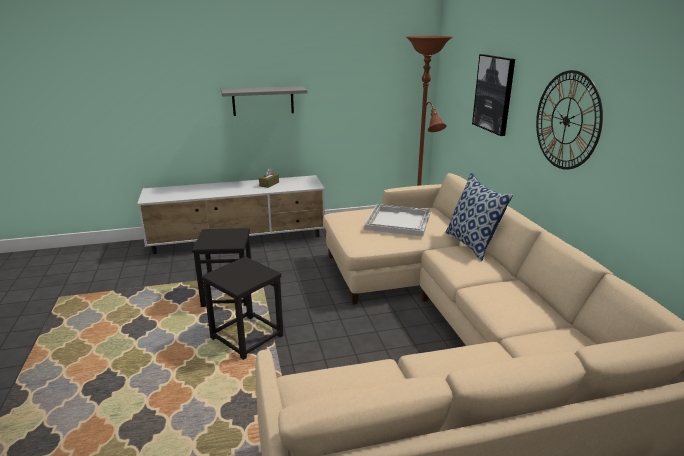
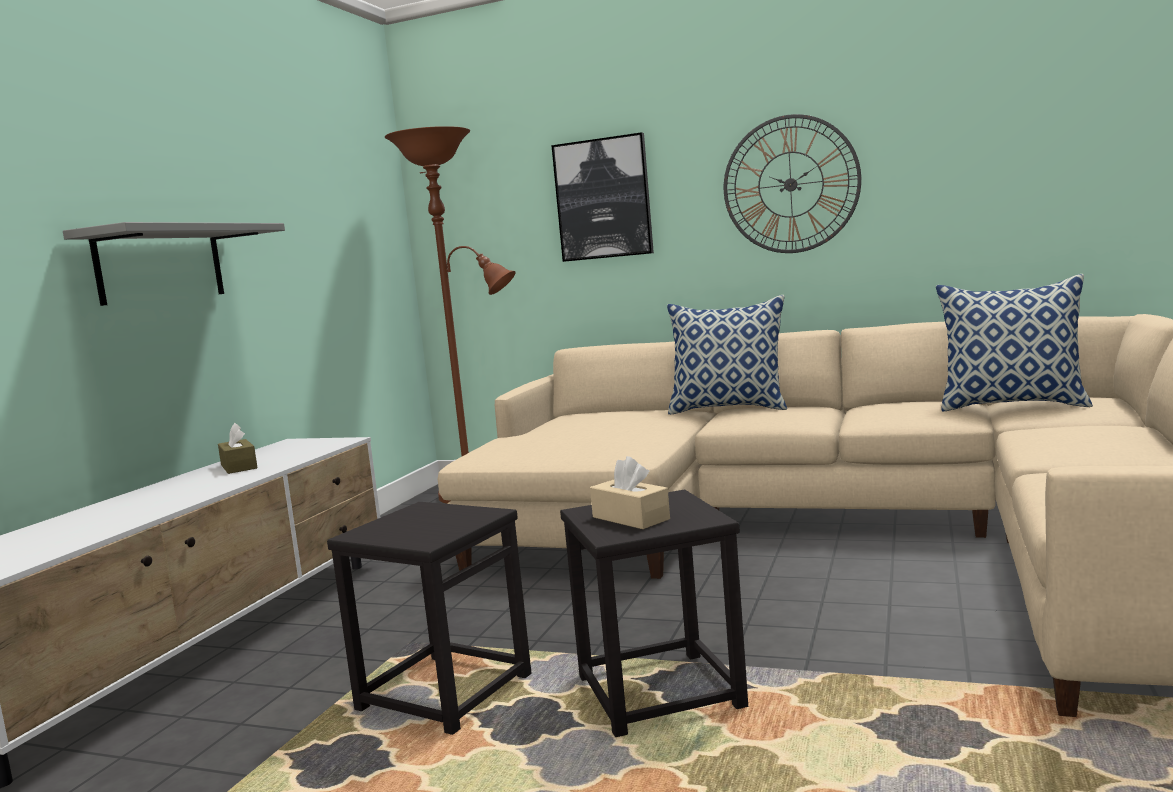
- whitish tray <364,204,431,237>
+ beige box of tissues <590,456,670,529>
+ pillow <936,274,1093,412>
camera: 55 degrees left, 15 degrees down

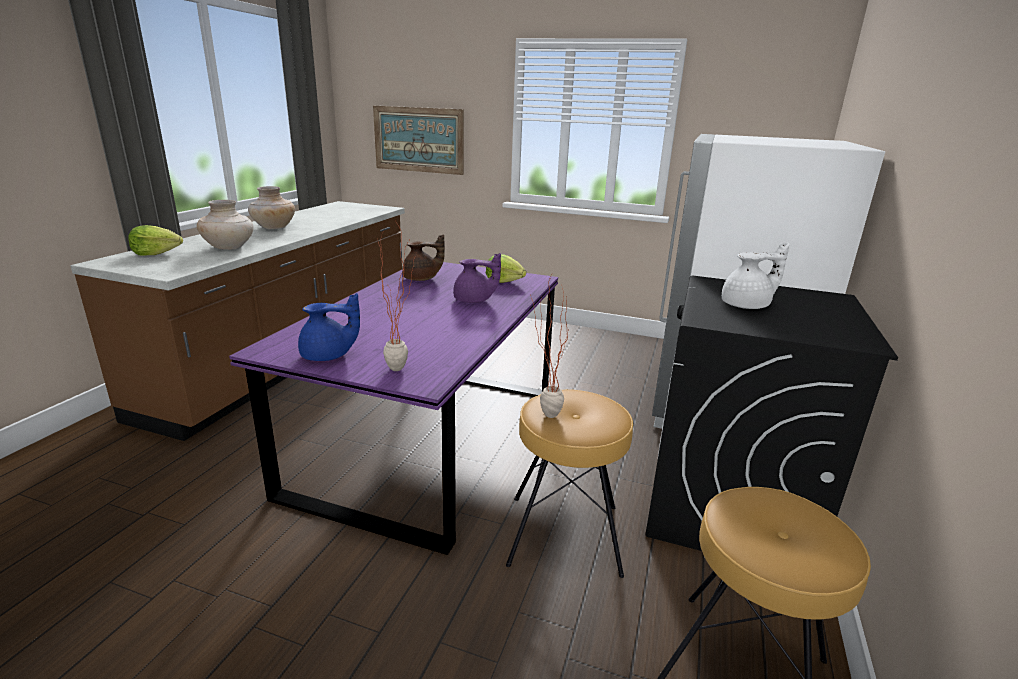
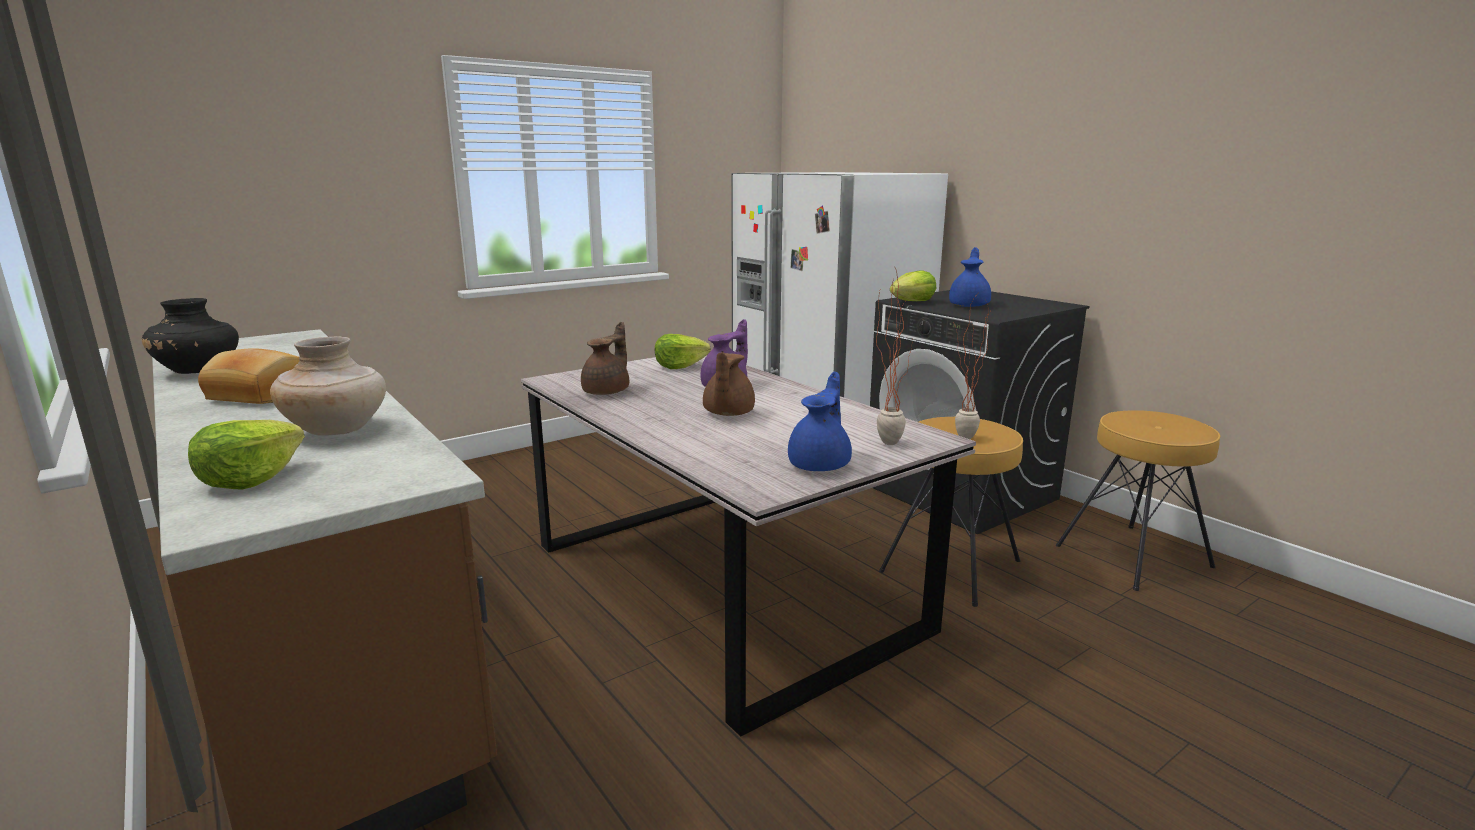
~ purple-coloured dining table <229,262,558,555> to gray dining table <521,355,976,737>
~ beige decorative vase <248,186,295,229> to baked bread <198,349,299,404>
- picture <373,106,464,175>
~ whitish pot for tea <722,242,789,309> to blue-coloured pot for tea <949,247,991,307>
+ black decorative vase <142,298,239,374>
+ brown-coloured pot for tea <703,352,755,416>
+ head of lettuce <890,271,936,301>
camera: 55 degrees left, 5 degrees down

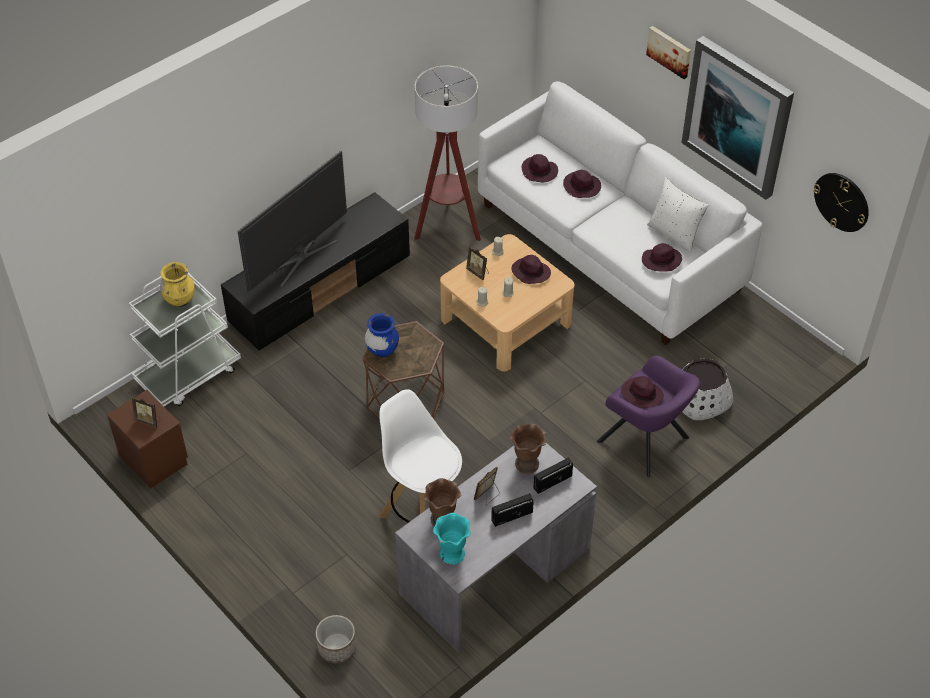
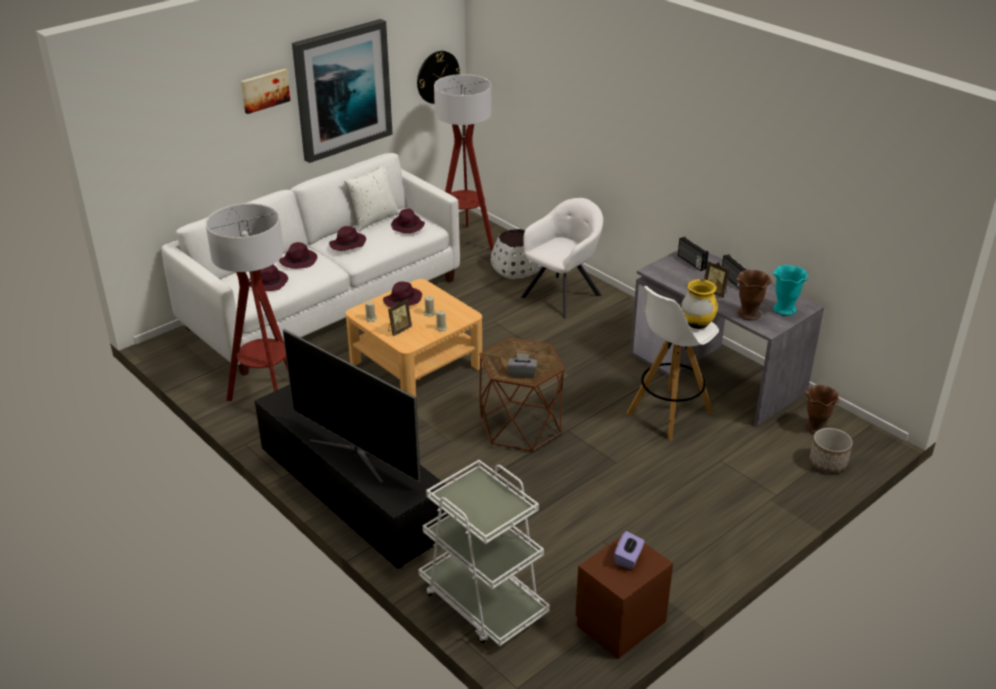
~ picture frame <132,397,160,428> to purple-coloured box of tissues <614,531,645,569>
~ yellowish decorative vase <160,262,195,307> to <681,279,718,329>
~ blue-coloured decorative vase <365,313,399,358> to gray box of tissues <507,353,537,378>
~ brown-coloured decorative vase <510,423,546,474> to <805,385,839,434>
~ purple-coloured armchair <597,355,700,477> to whitish armchair <520,198,603,318>
~ purple-coloured wearable hat <621,376,664,408> to <329,226,366,251>
+ floor lamp <434,74,494,250>
camera: 90 degrees left, 15 degrees down

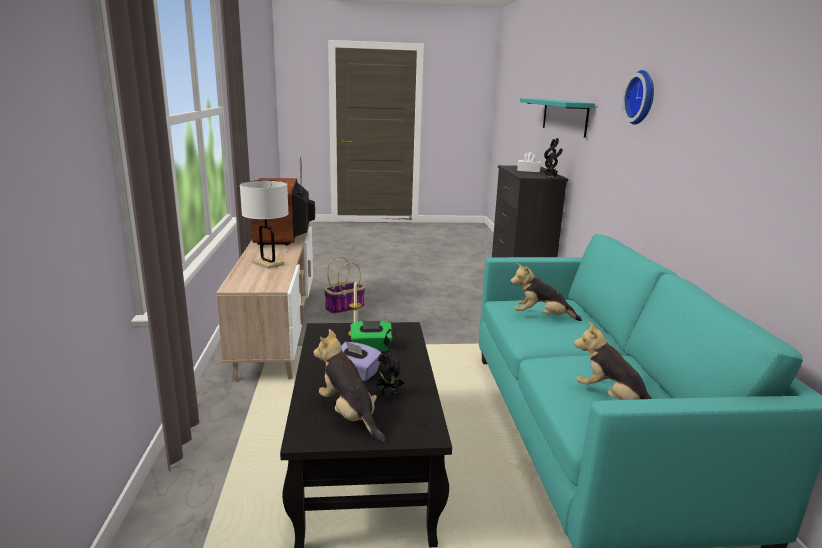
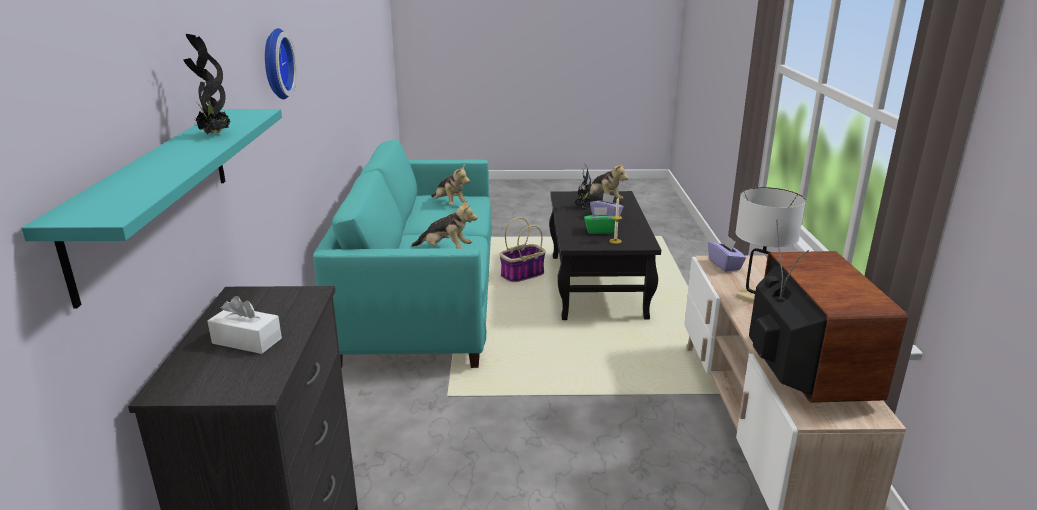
~ storage basket <324,257,365,315> to <499,217,546,282>
~ plant in a pot <544,138,563,177> to <183,34,230,135>
+ purple-coloured box of tissues <708,236,746,272>
camera: 175 degrees left, 5 degrees up

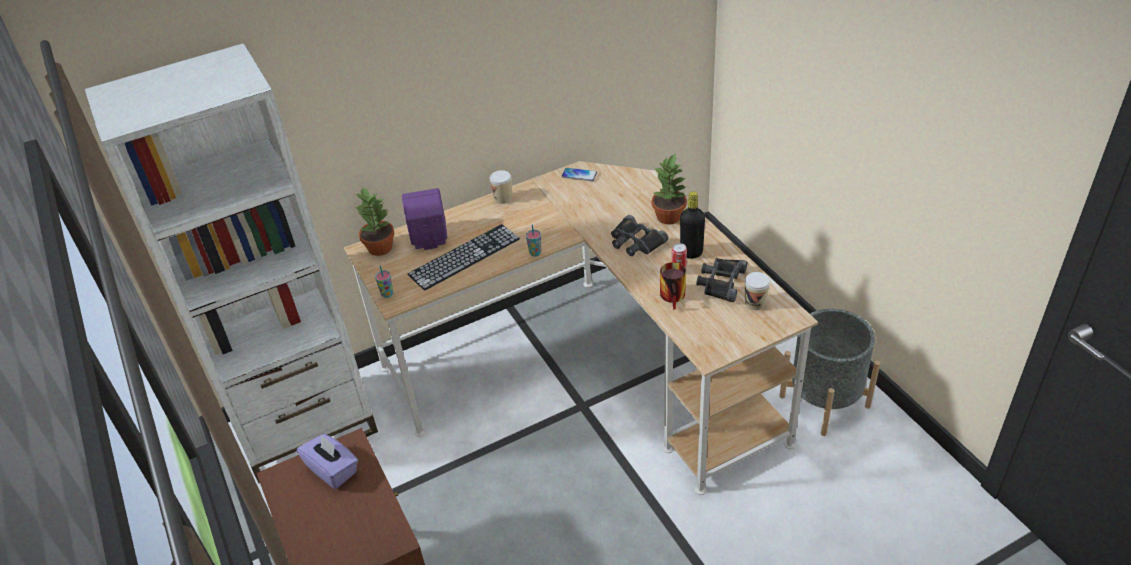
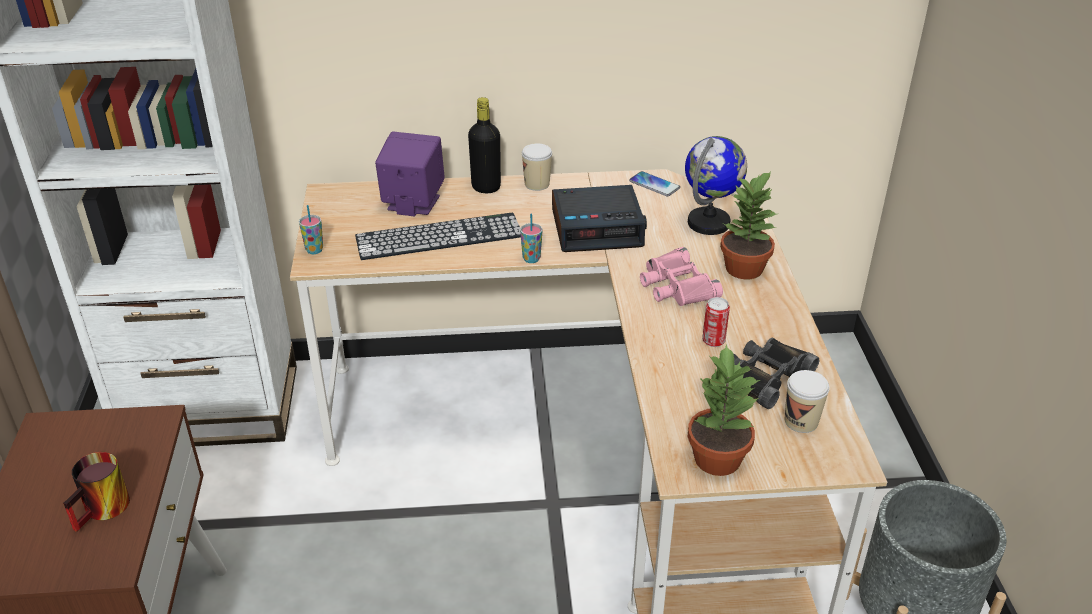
- purple-coloured box of tissues <297,434,358,489>
~ plant in a pot <355,186,394,256> to <688,344,760,476>
~ black pair of binoculars <611,215,668,256> to pink-coloured pair of binoculars <640,247,723,306>
~ coffee mug <660,262,686,310> to <63,452,130,532>
~ black beverage bottle <680,191,705,259> to <468,97,501,193>
+ table clock <552,185,647,252>
+ desk globe <685,136,747,235>
camera: 20 degrees right, 5 degrees down

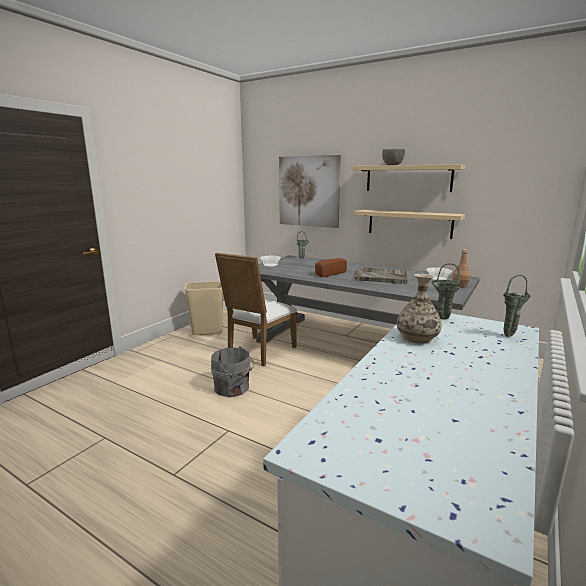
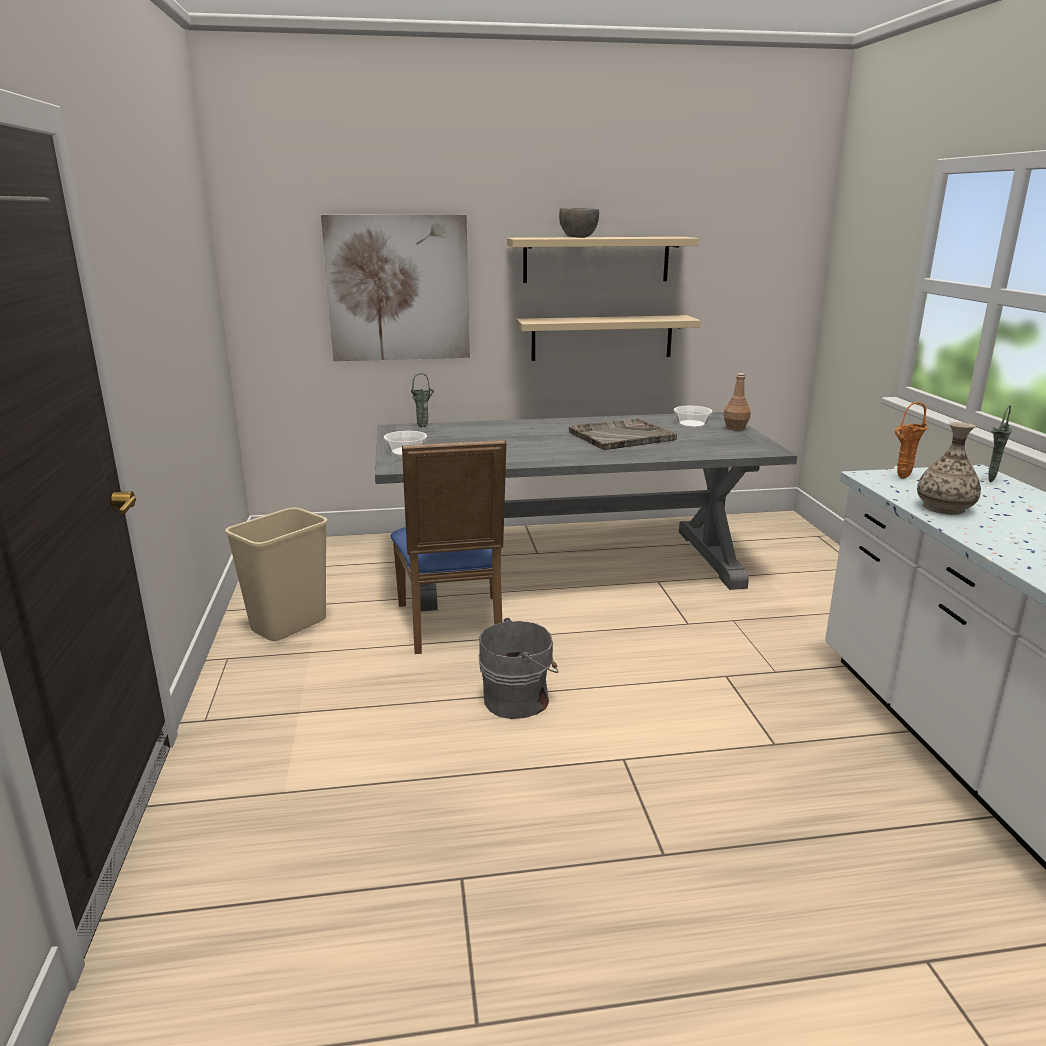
~ whitish upright chair <215,253,297,366> to blue-coloured upright chair <391,440,506,654>
- baked bread <315,258,347,277>
~ green-coloured decorative vase <432,263,460,320> to orangey decorative vase <895,402,928,479>
camera: 40 degrees left, 5 degrees up

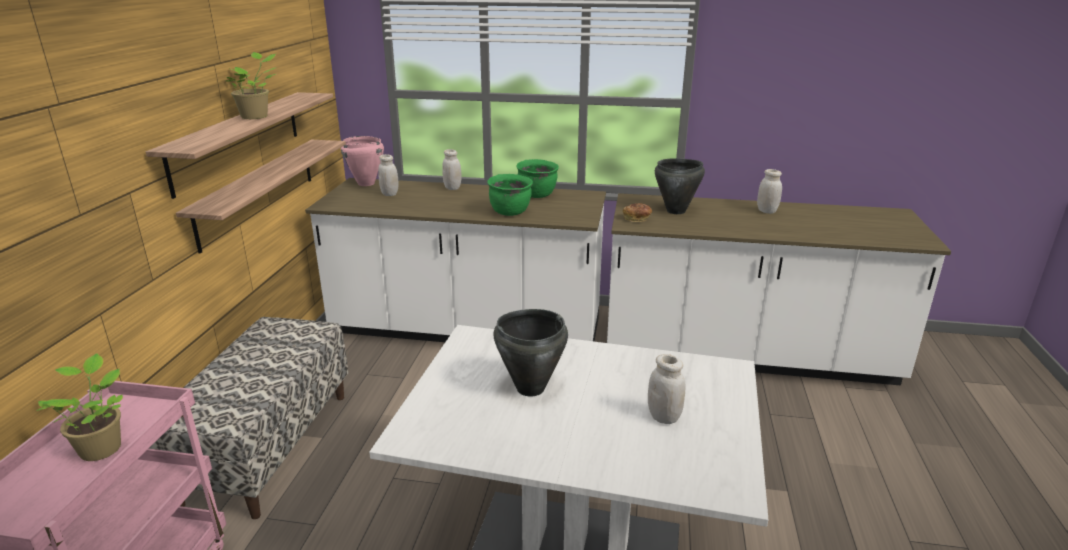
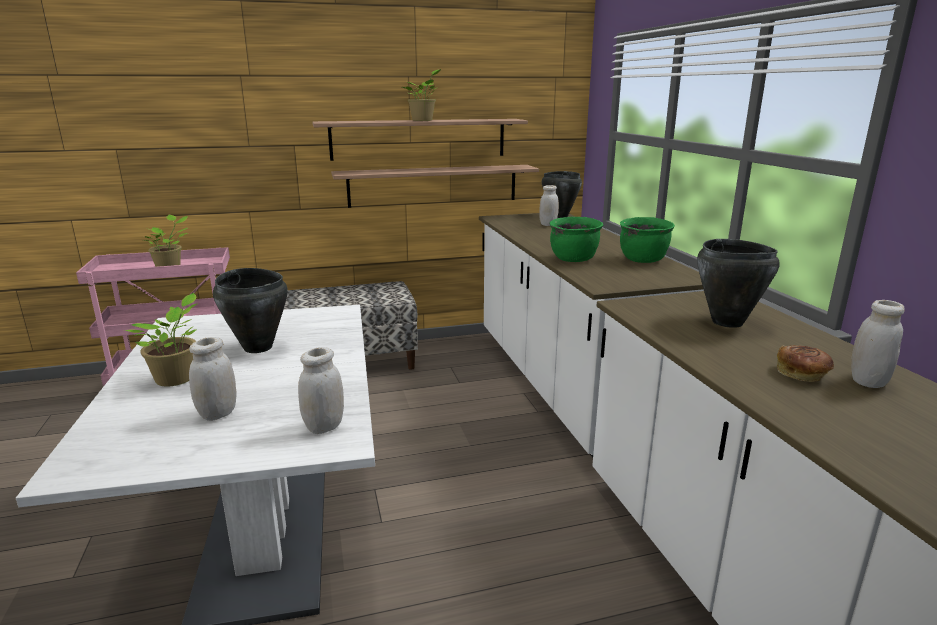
~ pink-coloured saucepot <341,136,384,186> to black saucepot <542,171,582,218>
~ whitish storage jar <442,149,461,190> to <298,347,344,434>
~ baked bread <623,203,652,222> to <777,345,834,382>
+ plant in a pot <124,293,198,386>
camera: 65 degrees right, 5 degrees down

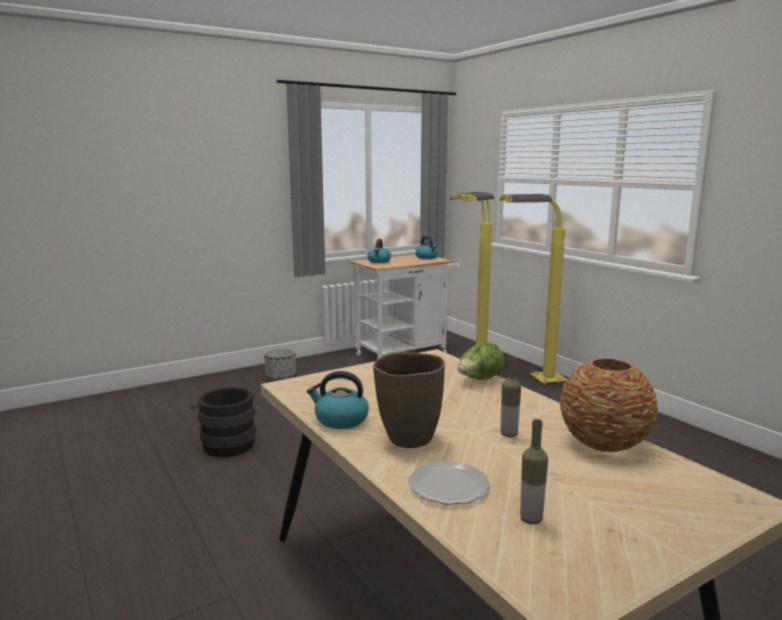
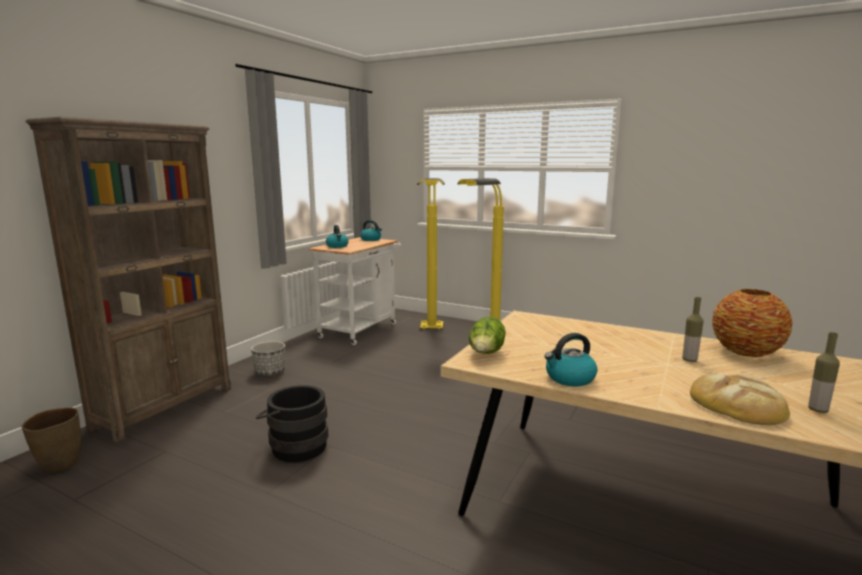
~ brown-coloured decorative vase <373,352,445,448> to <21,408,81,473>
~ flat dish <408,461,490,505> to baked bread <690,374,790,425>
~ head of lettuce <457,342,504,380> to <469,317,506,354>
+ brown-coloured bookshelf <26,117,231,443>
camera: 30 degrees left, 0 degrees up

